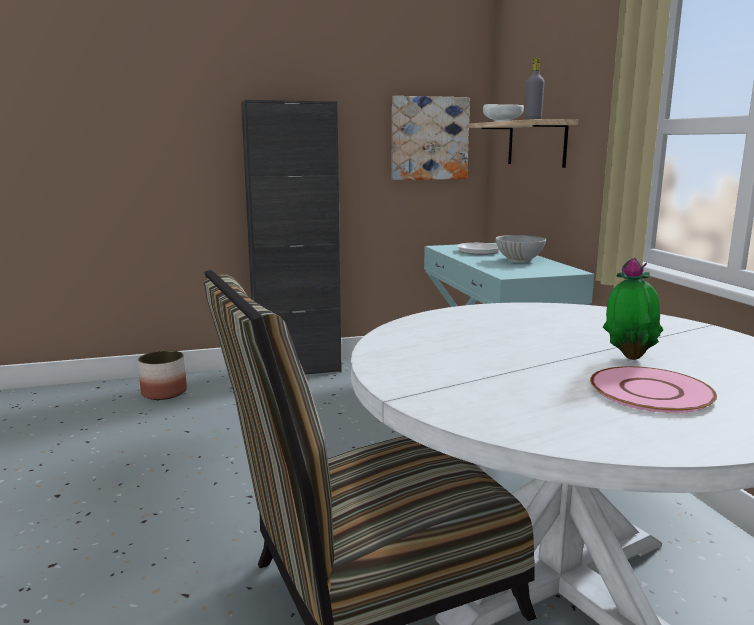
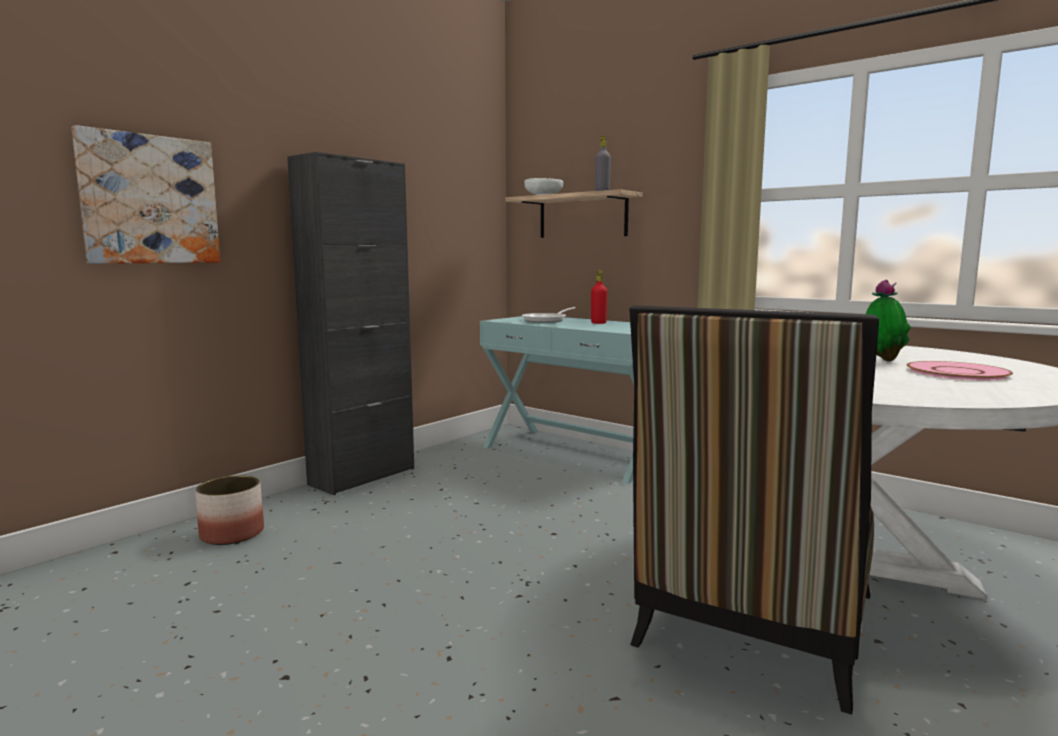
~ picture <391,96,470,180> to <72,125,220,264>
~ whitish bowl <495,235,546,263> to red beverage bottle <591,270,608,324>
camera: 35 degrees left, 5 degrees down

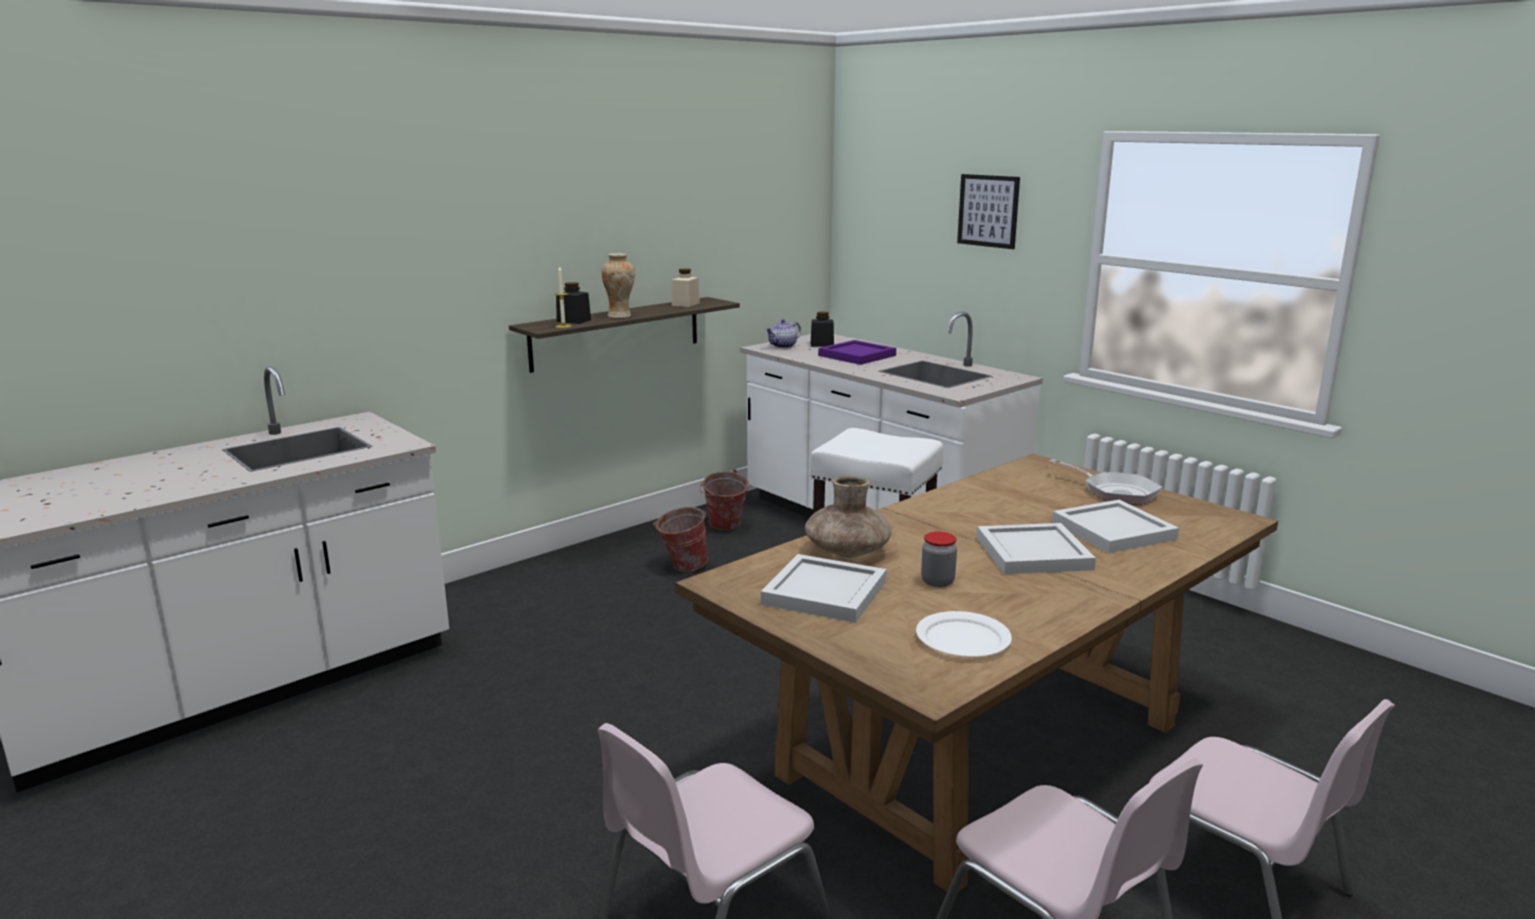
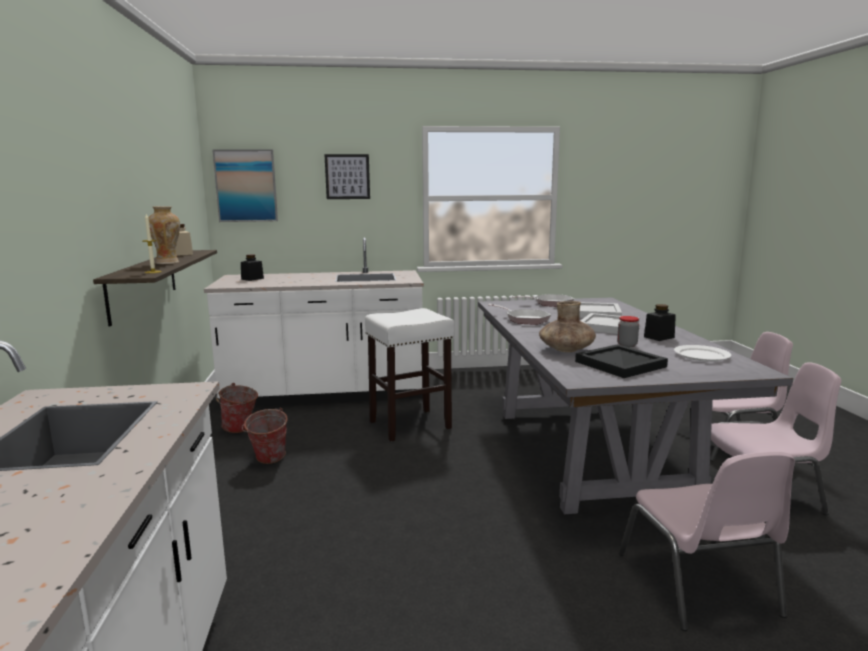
~ black storage jar <556,282,591,324> to <644,304,676,341>
~ brown-coloured dining table <675,454,1278,892> to gray dining table <478,297,793,514>
~ whitish tray <761,554,887,623> to black tray <575,344,668,378>
- pot for tea <765,319,801,348>
- purple-coloured tray <818,340,896,365>
+ picture <212,149,278,222>
+ frying pan <488,304,551,325>
camera: 55 degrees left, 5 degrees down

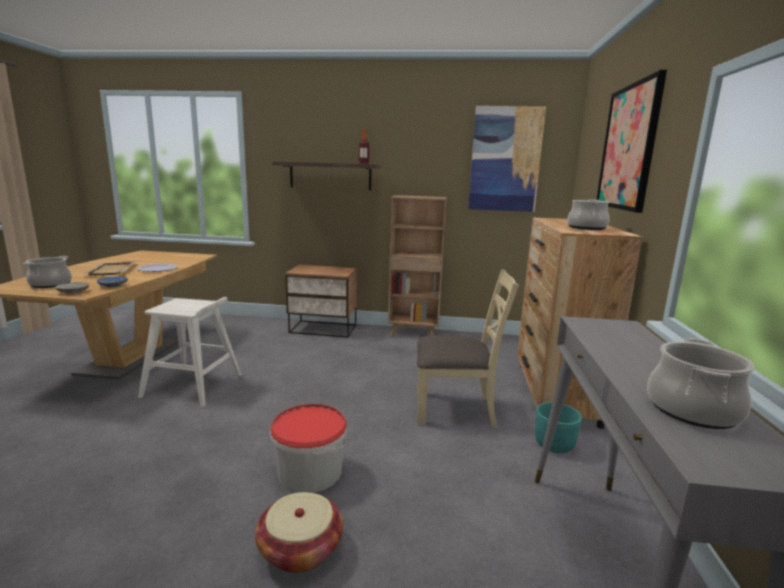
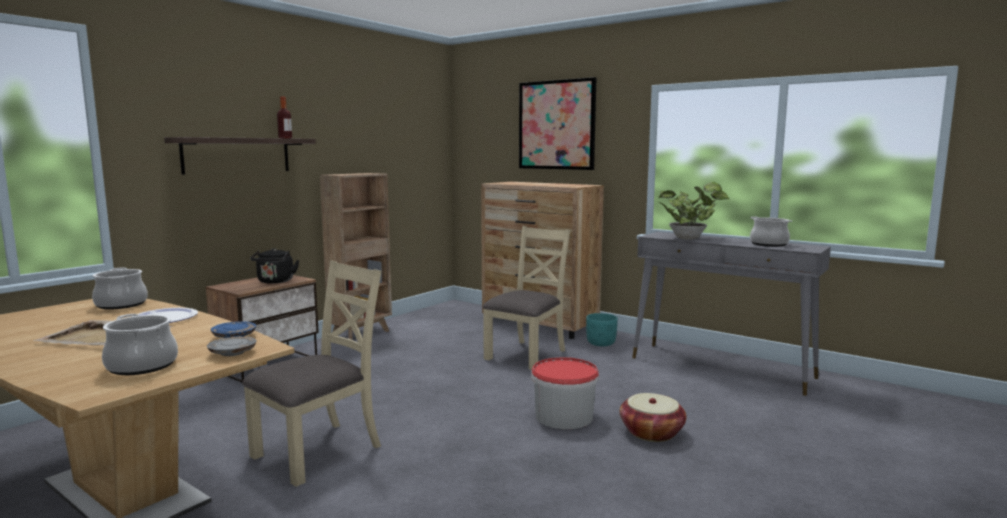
~ whitish stool <138,297,242,407> to beige upright chair <242,260,381,487>
- picture <468,106,546,212>
~ saucepot <567,199,610,230> to <92,267,148,310>
+ black kettle <250,248,299,284>
+ plant in a pot <658,182,729,240>
camera: 60 degrees left, 5 degrees down

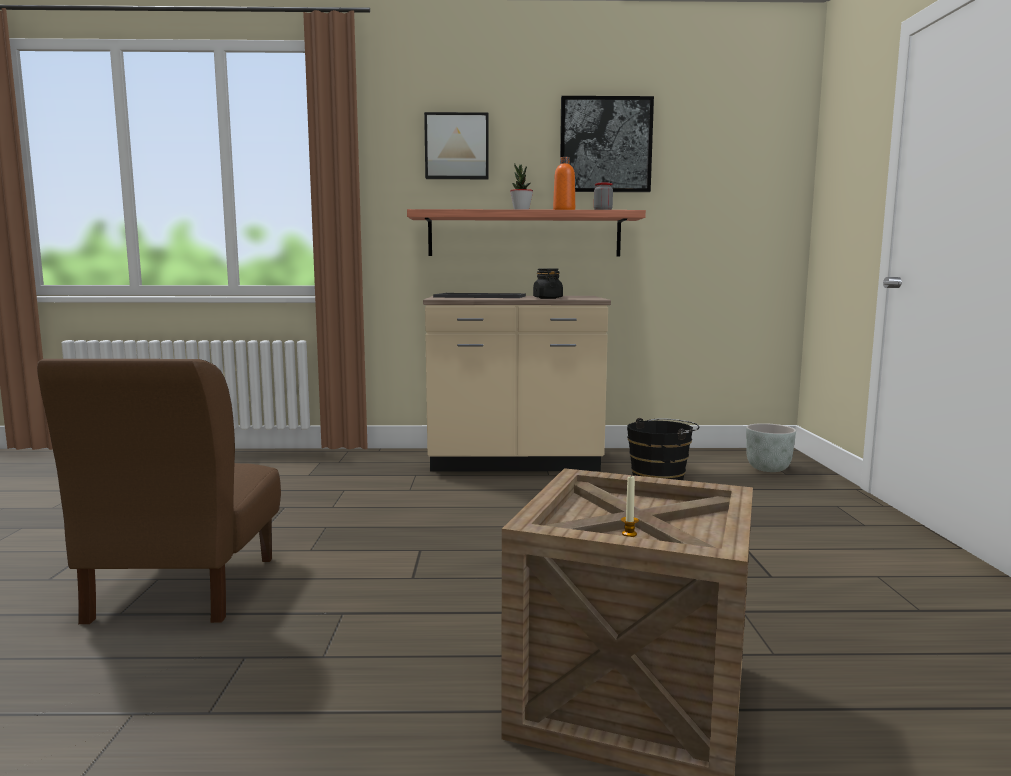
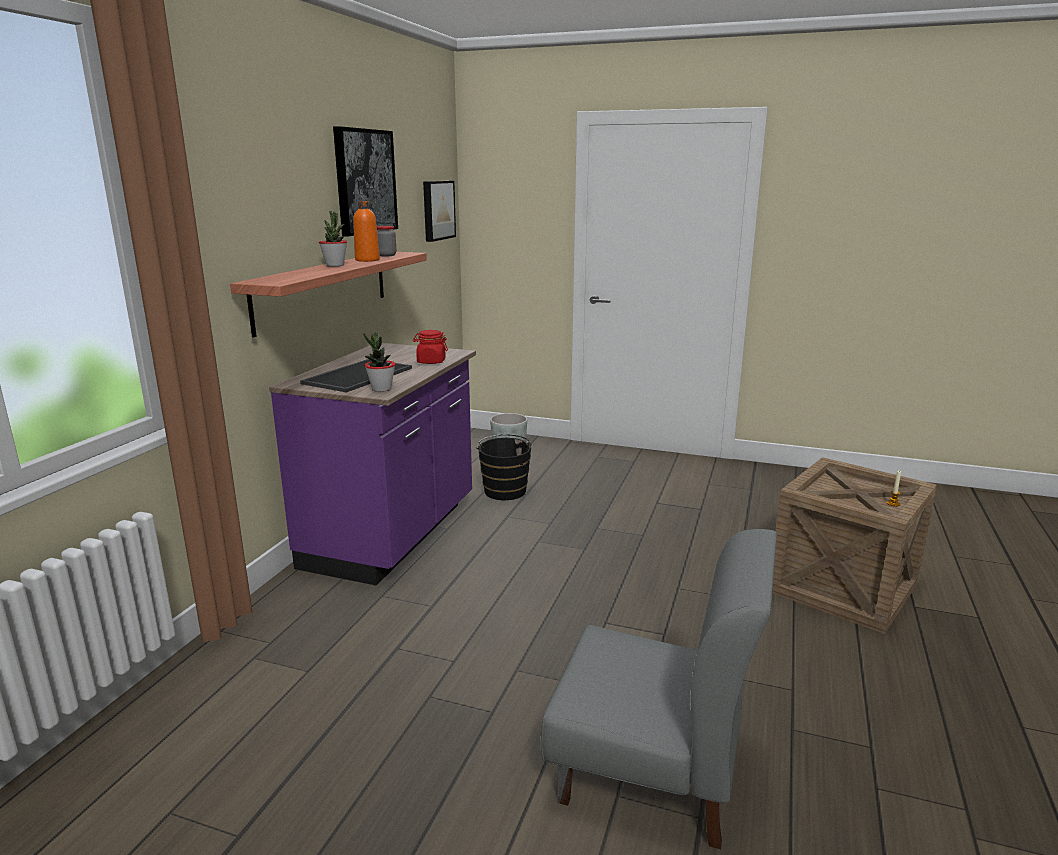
~ brown-coloured upright chair <37,359,281,624> to gray upright chair <541,529,777,849>
~ beige kitchen base unit <423,296,611,471> to purple-coloured kitchen base unit <269,343,476,586>
~ picture <424,112,489,179> to <423,181,456,242>
~ black storage jar <533,268,563,299> to red storage jar <413,330,448,364>
+ plant in a pot <363,332,395,392>
camera: 70 degrees left, 10 degrees up

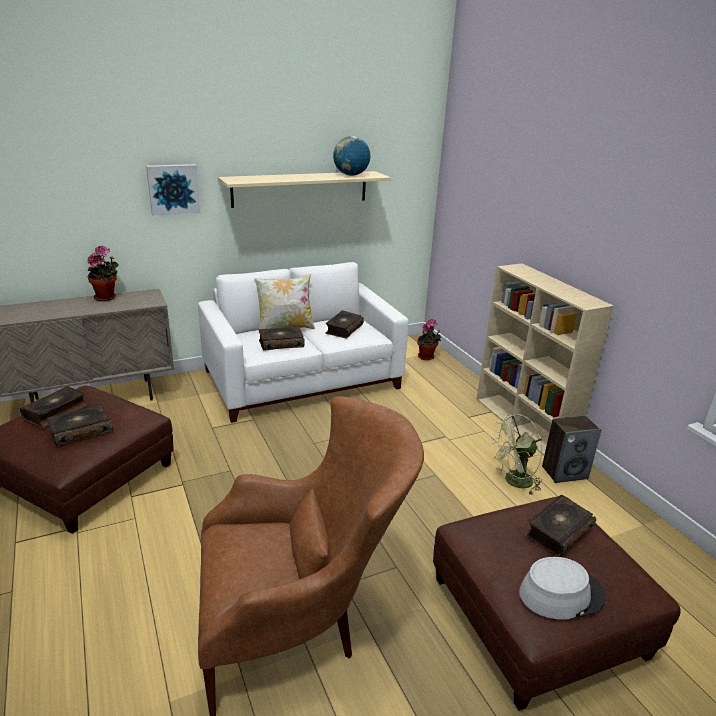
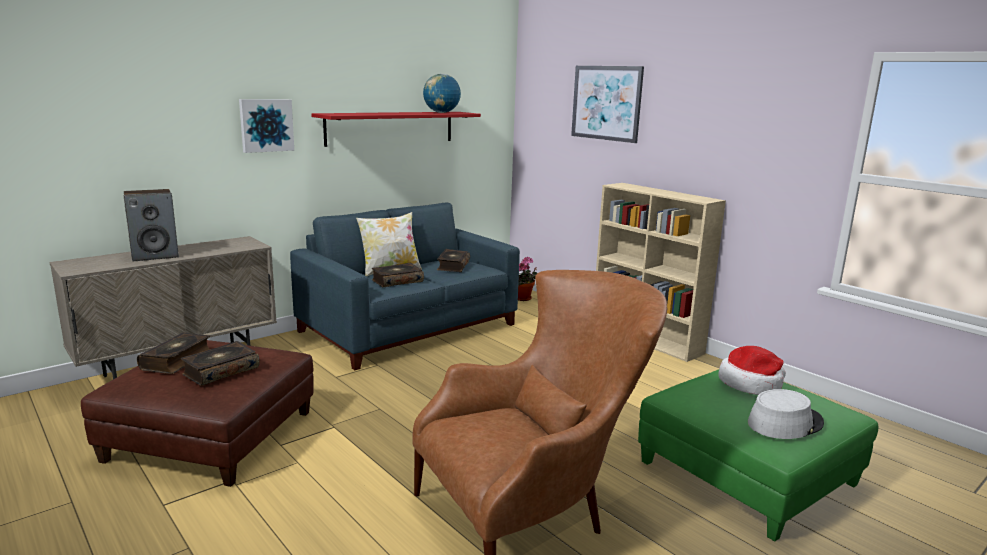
- plant in a pot <87,245,119,301>
~ whitish settee <198,262,409,423> to blue-coloured settee <290,202,520,370>
~ beige wall shelf <218,171,391,208> to red wall shelf <311,112,481,147>
~ brown-coloured ottoman <433,496,681,711> to green-coloured ottoman <638,369,878,541>
- green-coloured cooling fan <490,414,542,496>
~ book <525,495,596,557> to wearable hat <718,346,786,395>
~ loudspeaker <542,416,601,483> to <124,189,179,261>
+ picture <571,66,644,143>
camera: 15 degrees left, 10 degrees down

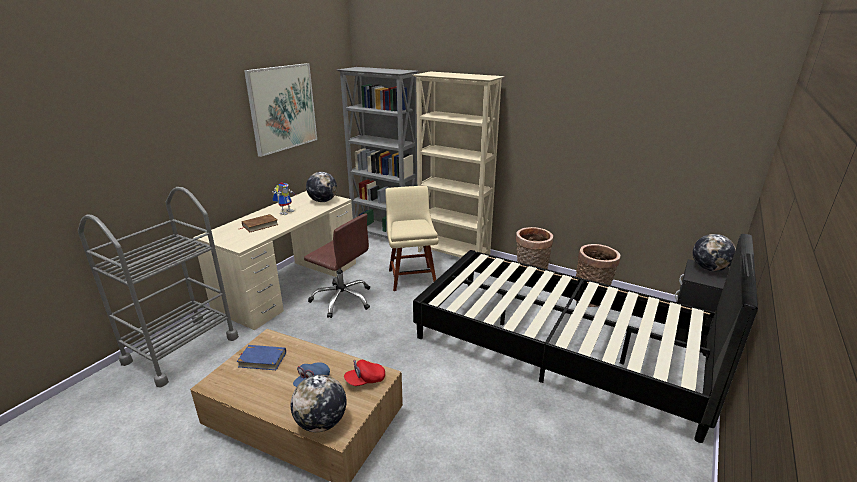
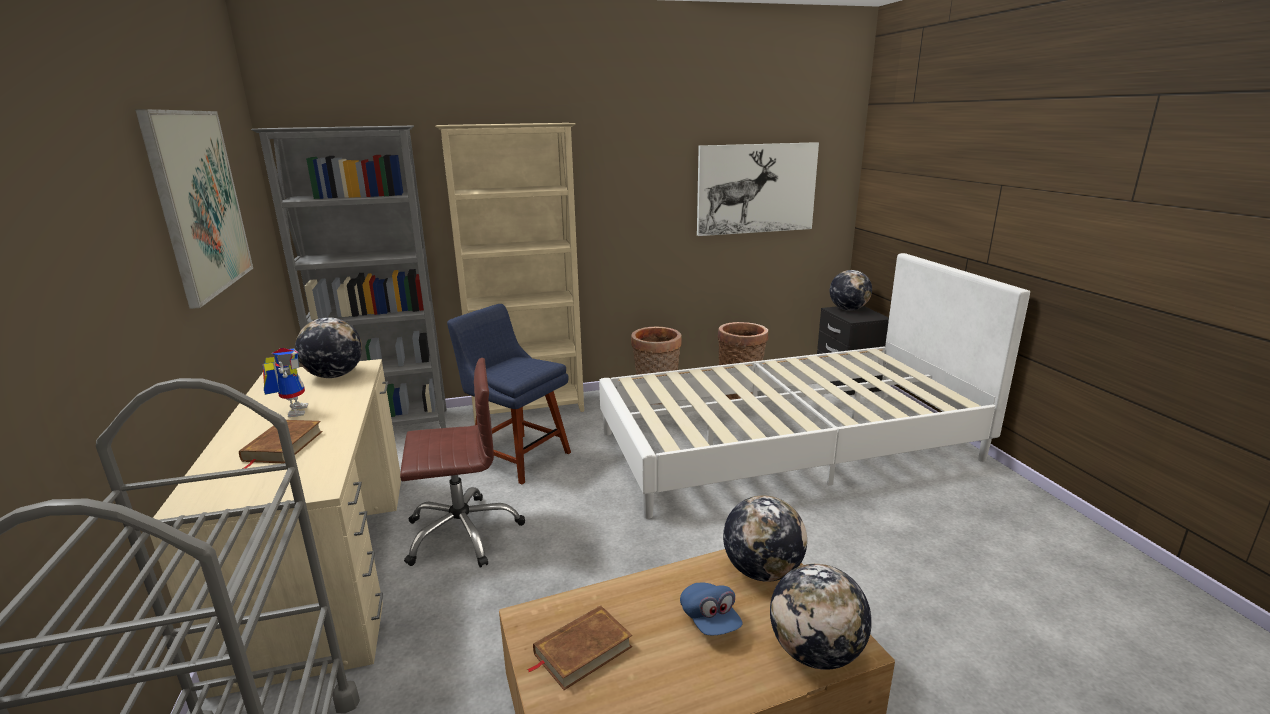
~ blue-coloured book <237,345,286,370> to brown-coloured book <527,605,632,690>
~ red cap <344,360,385,386> to desk globe <723,495,807,582>
~ beige upright chair <385,186,439,291> to blue-coloured upright chair <447,304,571,485>
~ black bed <413,234,758,443> to whitish bed <599,253,1030,519>
+ picture <697,142,819,236>
camera: 45 degrees left, 5 degrees down

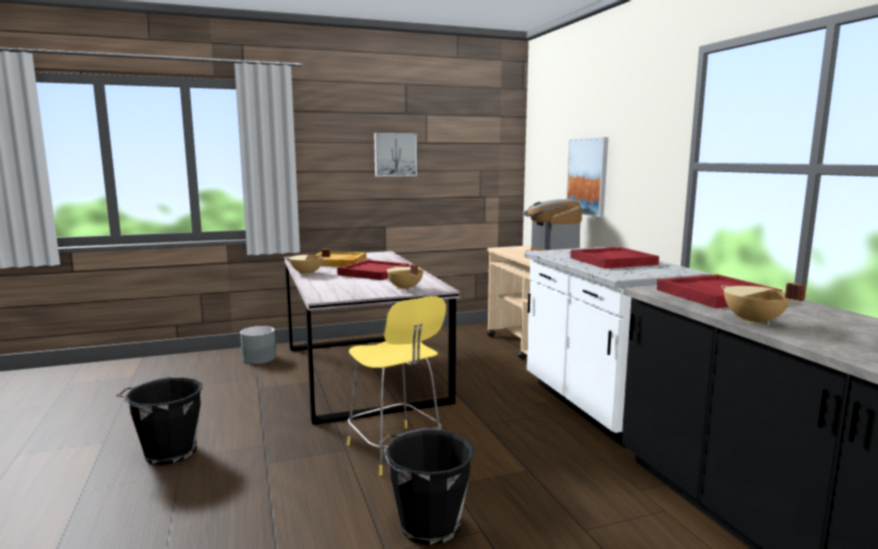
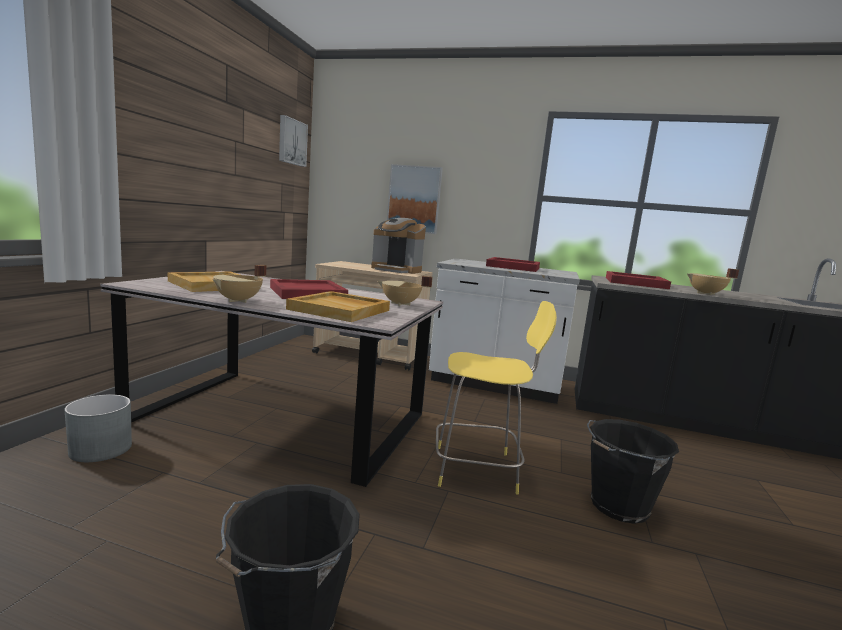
~ picture <374,133,417,177> to <279,115,308,167>
+ beige tray <286,291,390,322>
camera: 55 degrees left, 0 degrees up

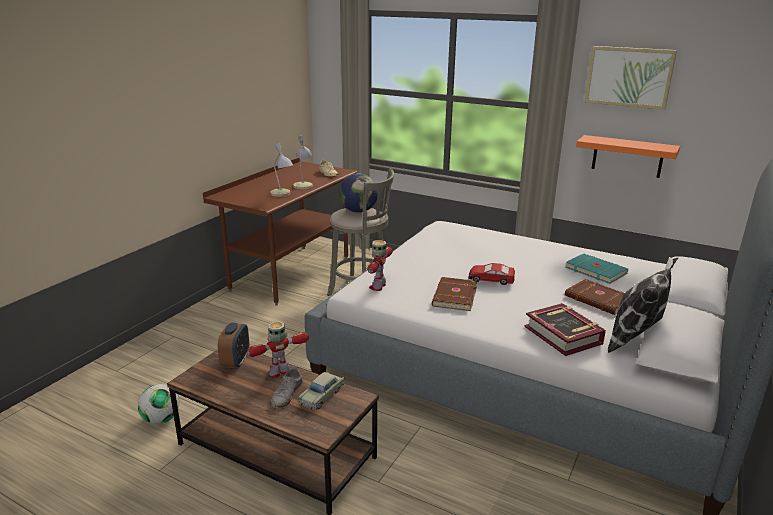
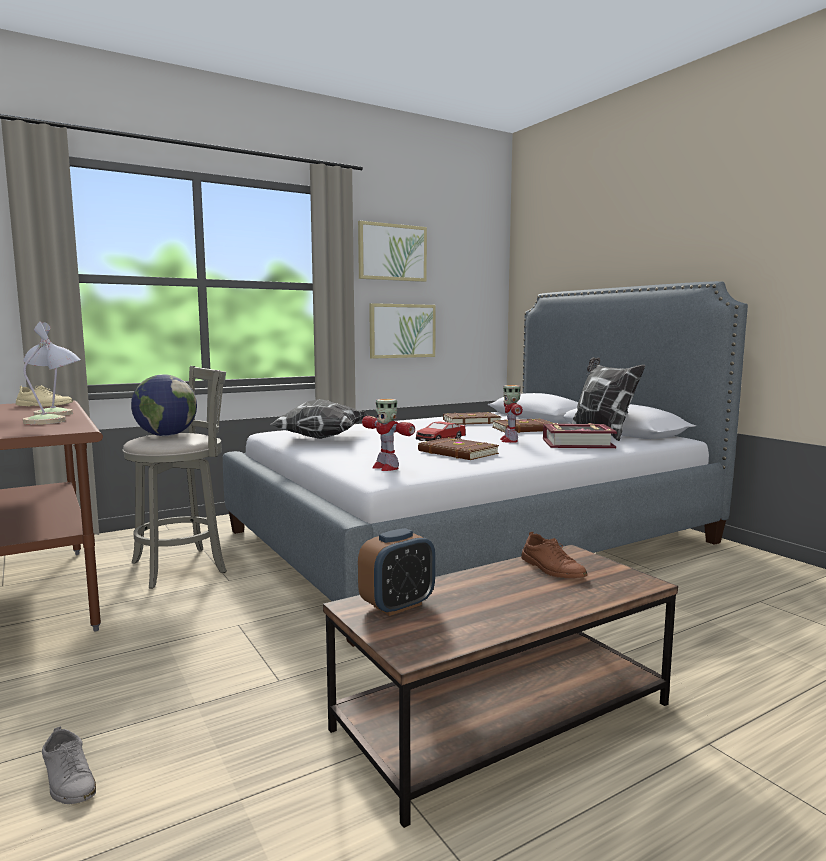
- football <138,384,180,424>
~ table clock <218,323,249,368> = <358,528,435,616> 105 degrees clockwise
~ robot figure <247,321,309,378> to <500,385,523,443>
~ gray low shoe <271,367,303,409> to <42,726,96,804>
~ beige model car <298,372,344,410> to brown-coloured low shoe <521,532,587,578>
~ turquoise book <565,254,628,284> to brown-coloured book <443,412,501,425>
~ orangey wall shelf <576,135,680,178> to picture <369,303,436,359>
+ pillow <271,399,367,439>
camera: 60 degrees left, 15 degrees down

